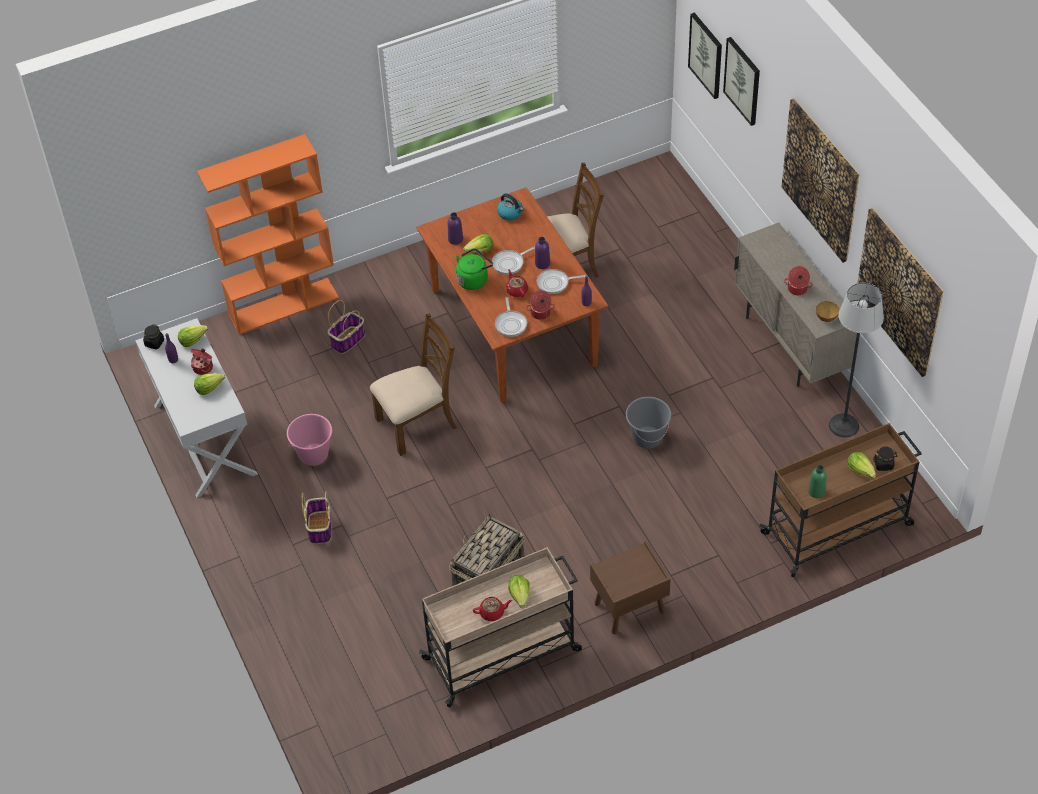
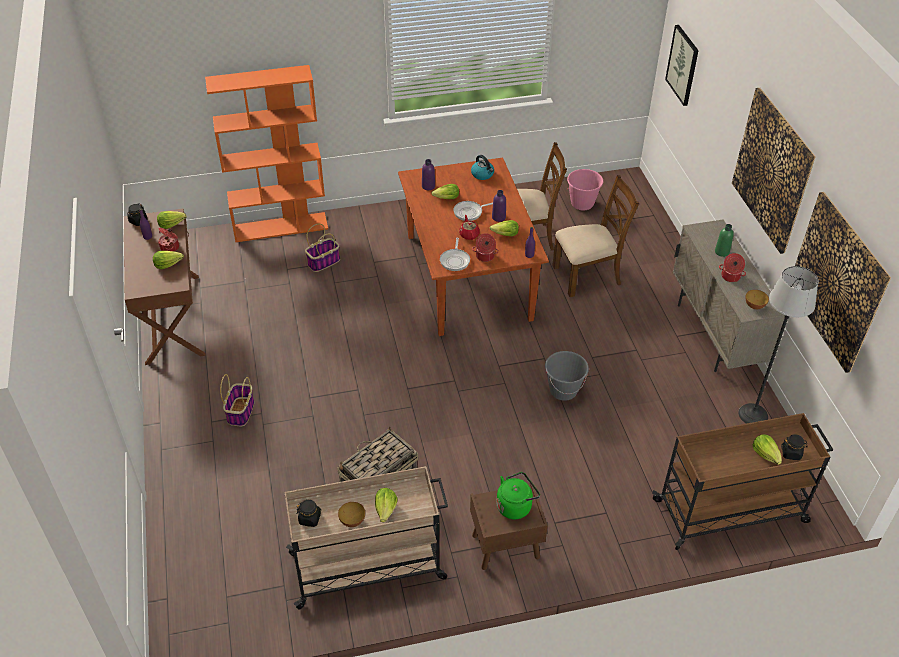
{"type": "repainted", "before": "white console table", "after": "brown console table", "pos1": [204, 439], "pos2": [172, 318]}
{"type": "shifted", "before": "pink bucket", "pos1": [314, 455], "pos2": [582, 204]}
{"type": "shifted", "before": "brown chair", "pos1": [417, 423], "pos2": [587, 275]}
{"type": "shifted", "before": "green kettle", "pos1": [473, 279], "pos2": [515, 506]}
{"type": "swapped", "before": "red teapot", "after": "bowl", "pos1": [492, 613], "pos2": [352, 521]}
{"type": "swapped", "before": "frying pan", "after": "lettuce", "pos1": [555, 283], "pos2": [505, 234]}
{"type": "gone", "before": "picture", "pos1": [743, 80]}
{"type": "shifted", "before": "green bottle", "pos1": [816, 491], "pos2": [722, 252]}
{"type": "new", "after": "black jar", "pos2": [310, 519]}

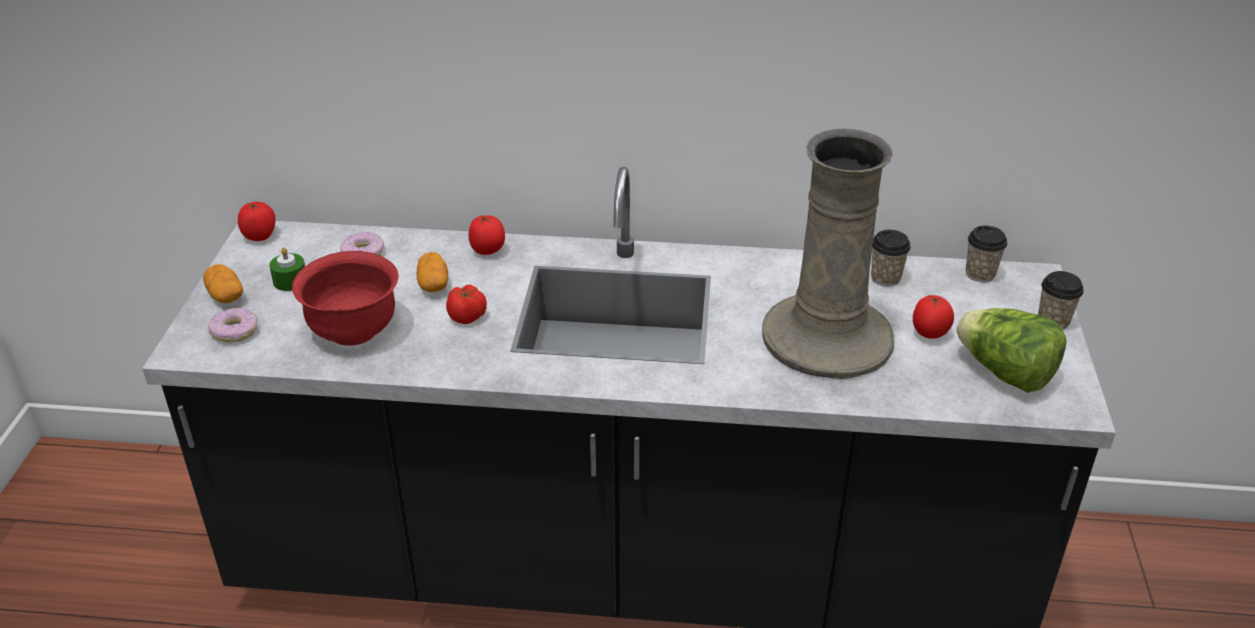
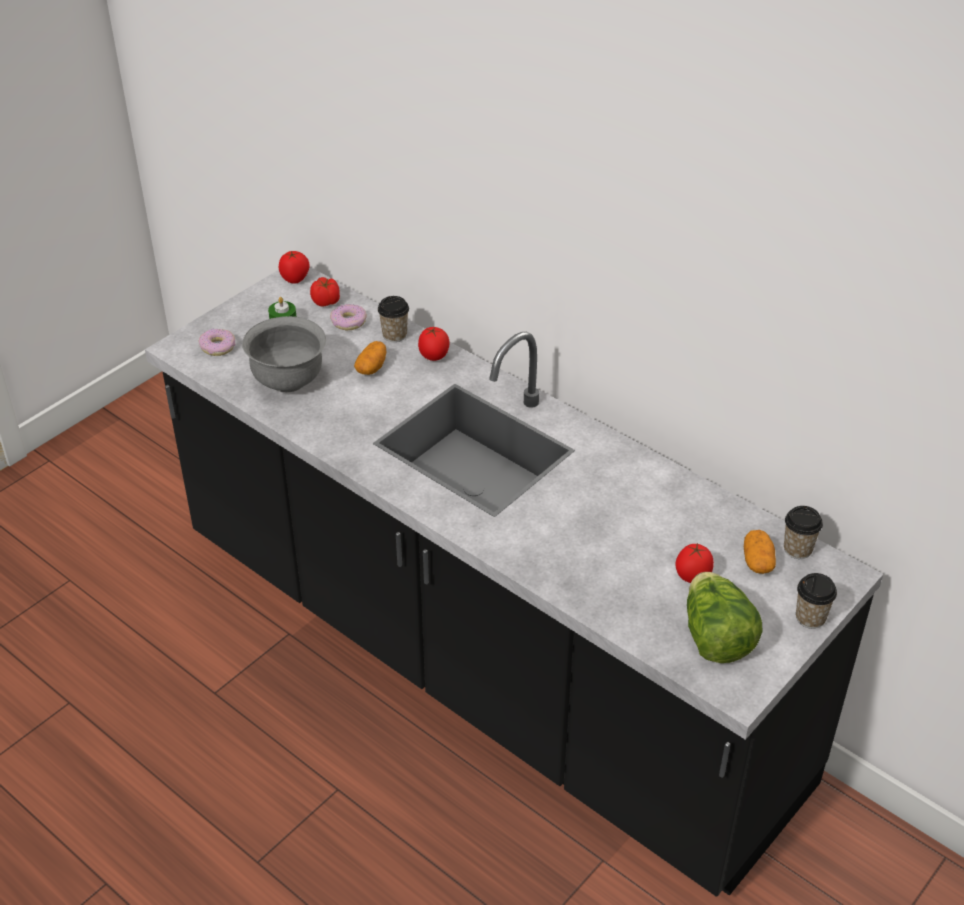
{"type": "shifted", "before": "potato", "pos1": [225, 295], "pos2": [757, 561]}
{"type": "repainted", "before": "red bowl", "after": "grey bowl", "pos1": [354, 331], "pos2": [288, 380]}
{"type": "shifted", "before": "tomato", "pos1": [468, 317], "pos2": [326, 302]}
{"type": "gone", "before": "beige vase", "pos1": [828, 337]}
{"type": "shifted", "before": "cup", "pos1": [885, 278], "pos2": [394, 335]}

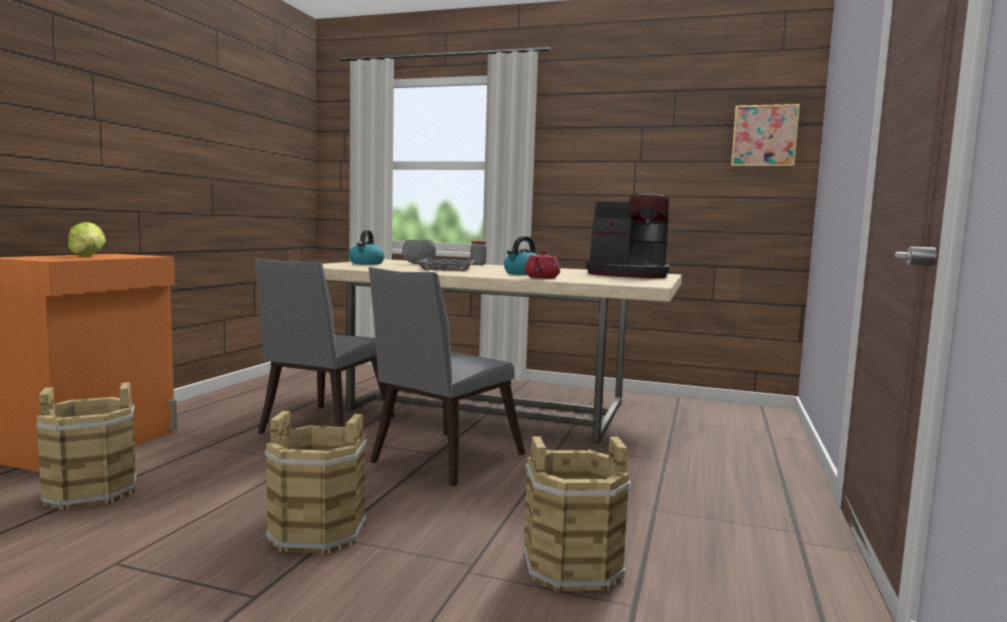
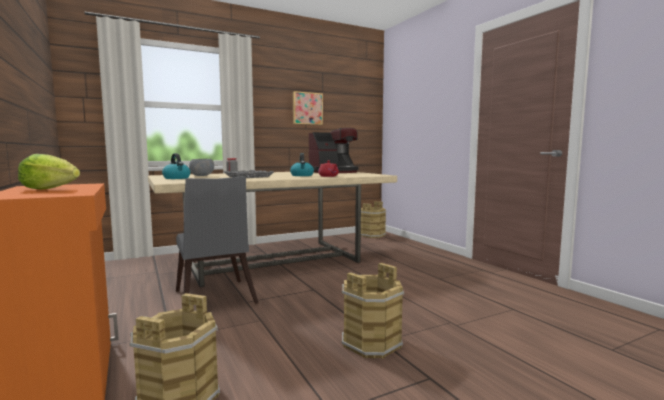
{"type": "gone", "before": "grey chair", "pos1": [440, 460]}
{"type": "shifted", "before": "brown bucket", "pos1": [572, 567], "pos2": [372, 235]}
{"type": "shifted", "before": "picture", "pos1": [764, 136], "pos2": [307, 108]}

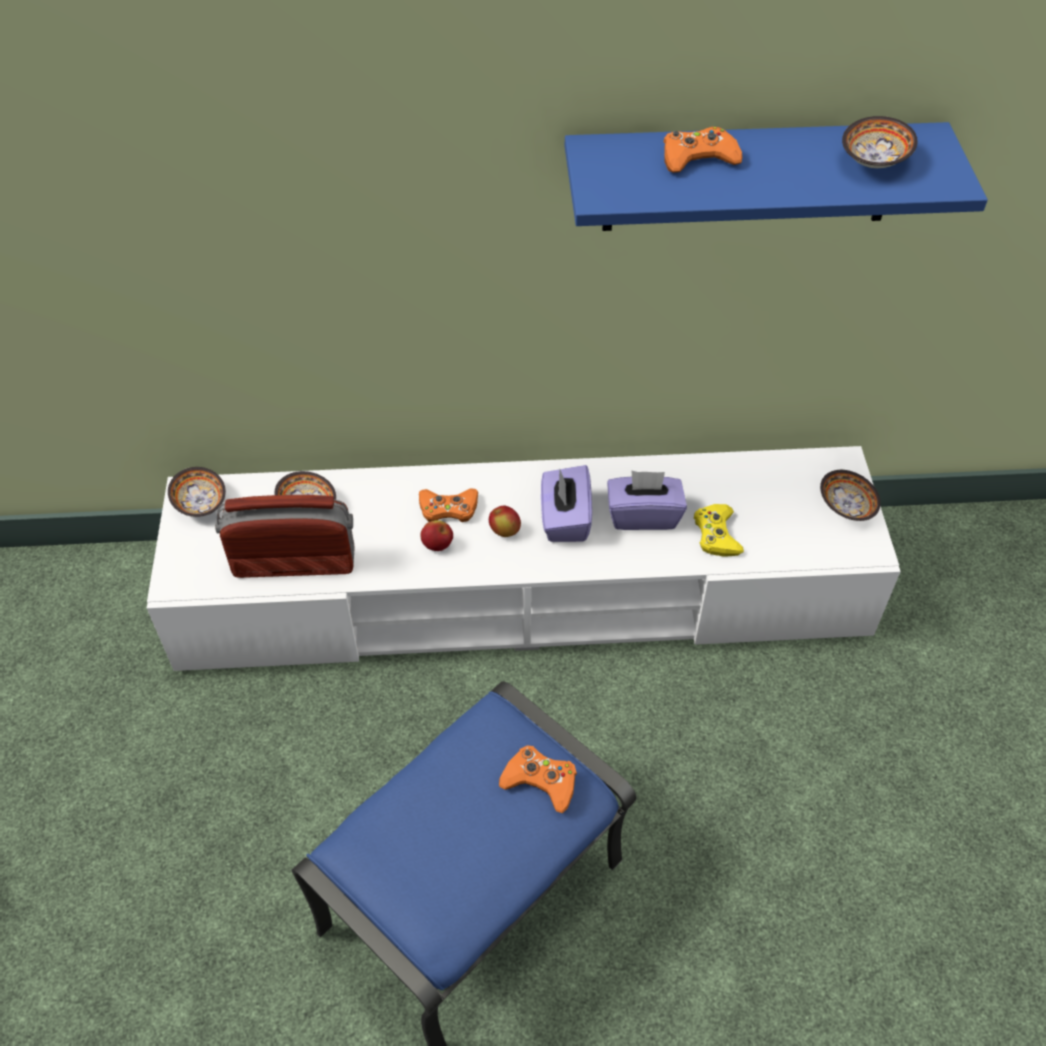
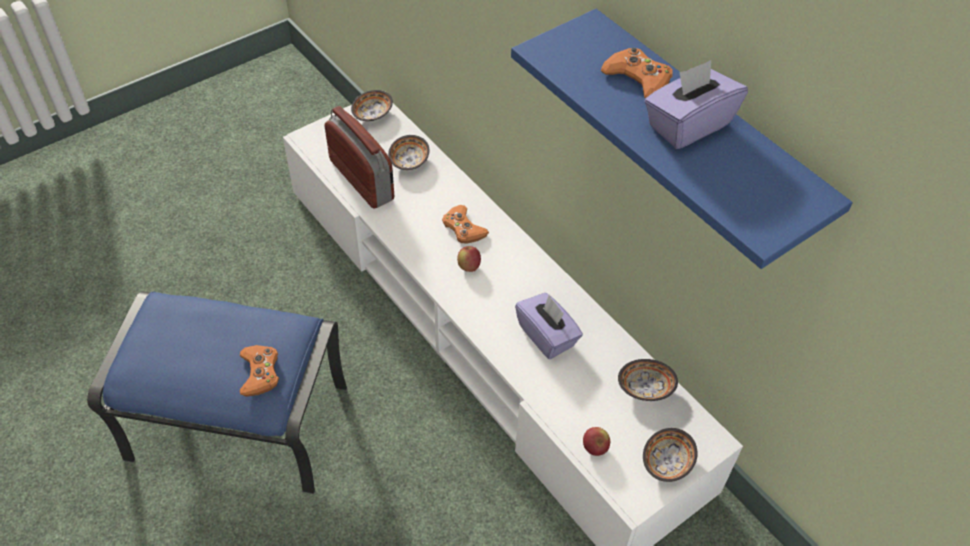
{"type": "shifted", "before": "apple", "pos1": [437, 545], "pos2": [594, 448]}
{"type": "shifted", "before": "purple tissue box", "pos1": [565, 519], "pos2": [688, 125]}
{"type": "gone", "before": "yellow game controller", "pos1": [716, 534]}
{"type": "shifted", "before": "bowl", "pos1": [872, 161], "pos2": [644, 387]}

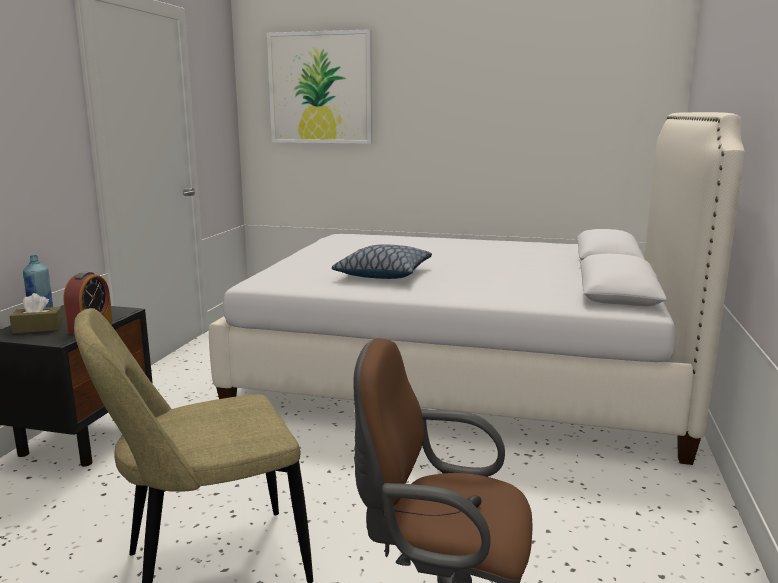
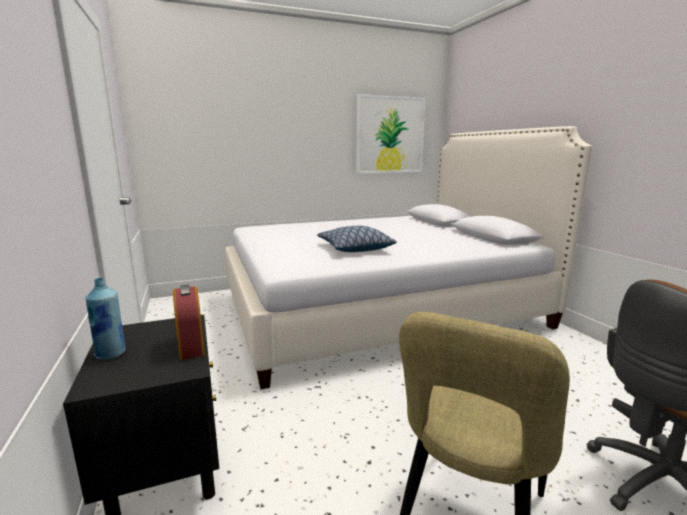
{"type": "gone", "before": "brown tissue box", "pos1": [38, 328]}
{"type": "shifted", "before": "picture", "pos1": [320, 88], "pos2": [390, 135]}

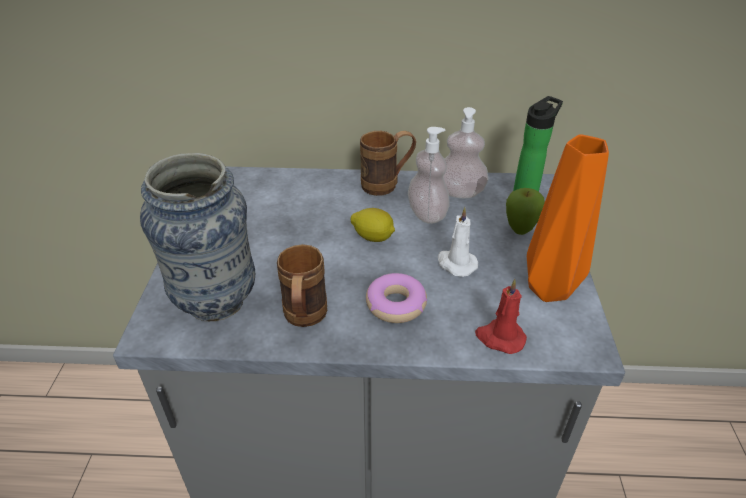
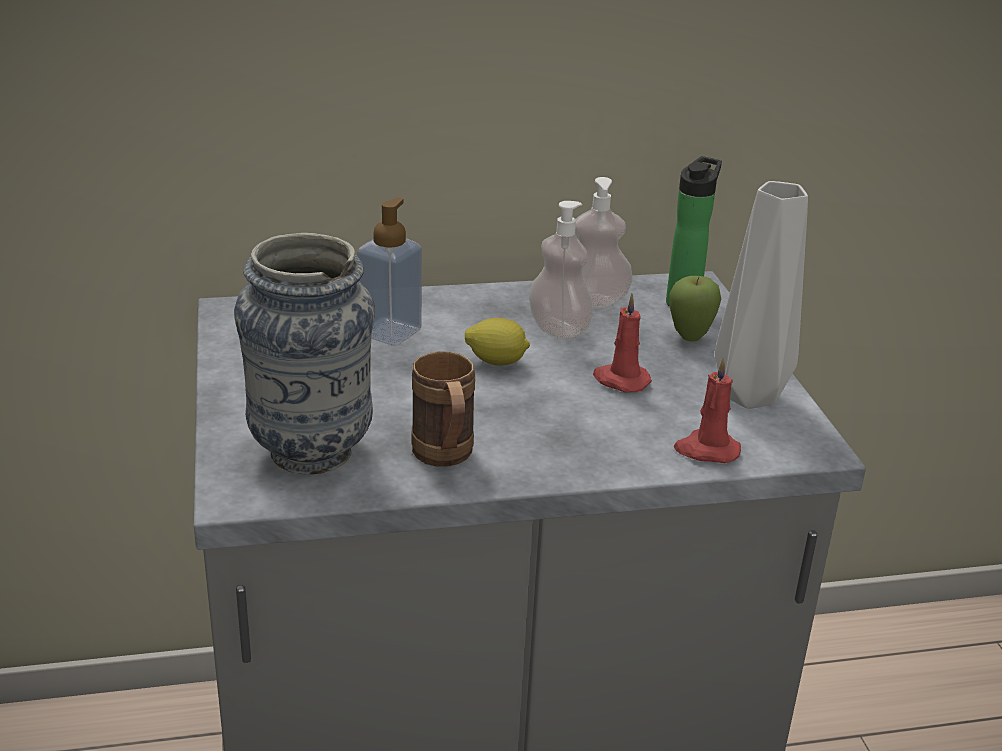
{"type": "gone", "before": "brown mug", "pos1": [387, 185]}
{"type": "gone", "before": "donut", "pos1": [396, 304]}
{"type": "repainted", "before": "white candle", "after": "red candle", "pos1": [456, 263], "pos2": [620, 380]}
{"type": "repainted", "before": "orange vase", "after": "grey vase", "pos1": [550, 291], "pos2": [751, 397]}
{"type": "new", "after": "soap dispenser", "pos2": [390, 332]}

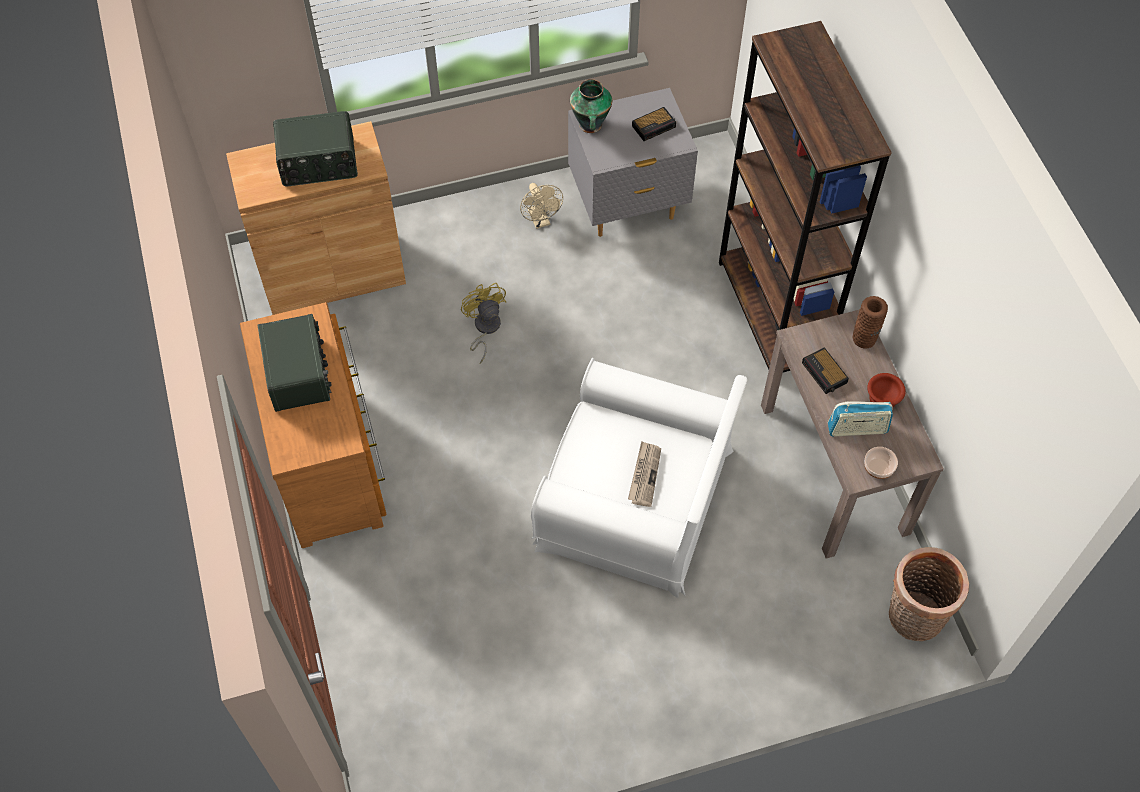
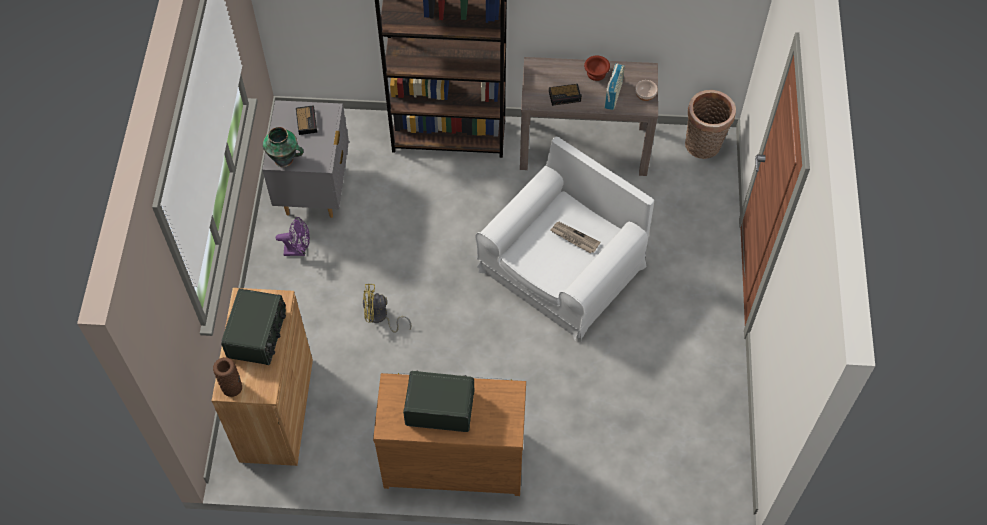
{"type": "repainted", "before": "beige fan", "after": "purple fan", "pos1": [541, 221], "pos2": [298, 250]}
{"type": "shifted", "before": "brown vase", "pos1": [864, 338], "pos2": [232, 387]}

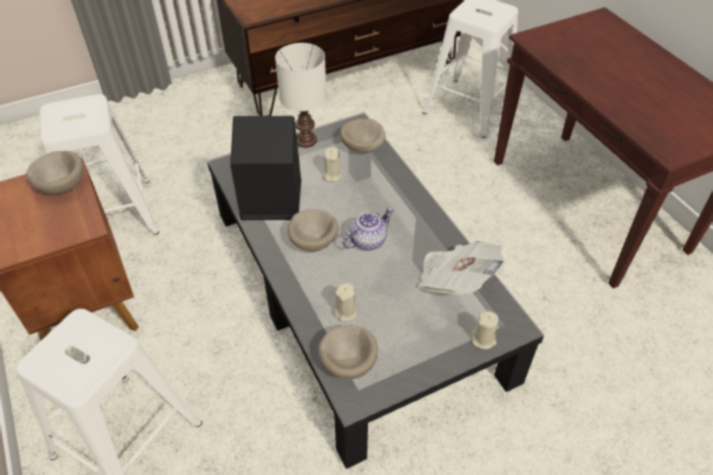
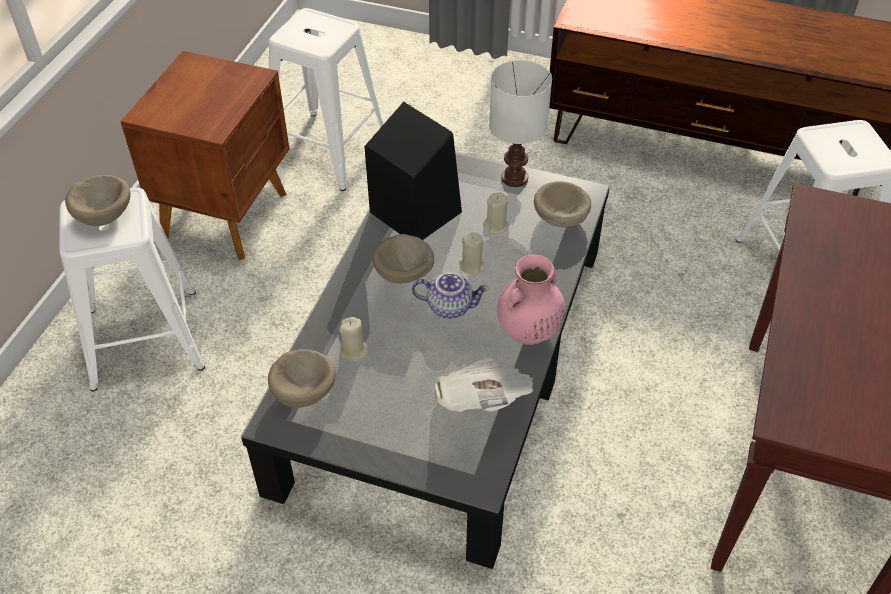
{"type": "shifted", "before": "beige bowl", "pos1": [62, 184], "pos2": [105, 214]}
{"type": "shifted", "before": "beige candle", "pos1": [483, 339], "pos2": [472, 266]}
{"type": "new", "after": "pink vase", "pos2": [528, 331]}

